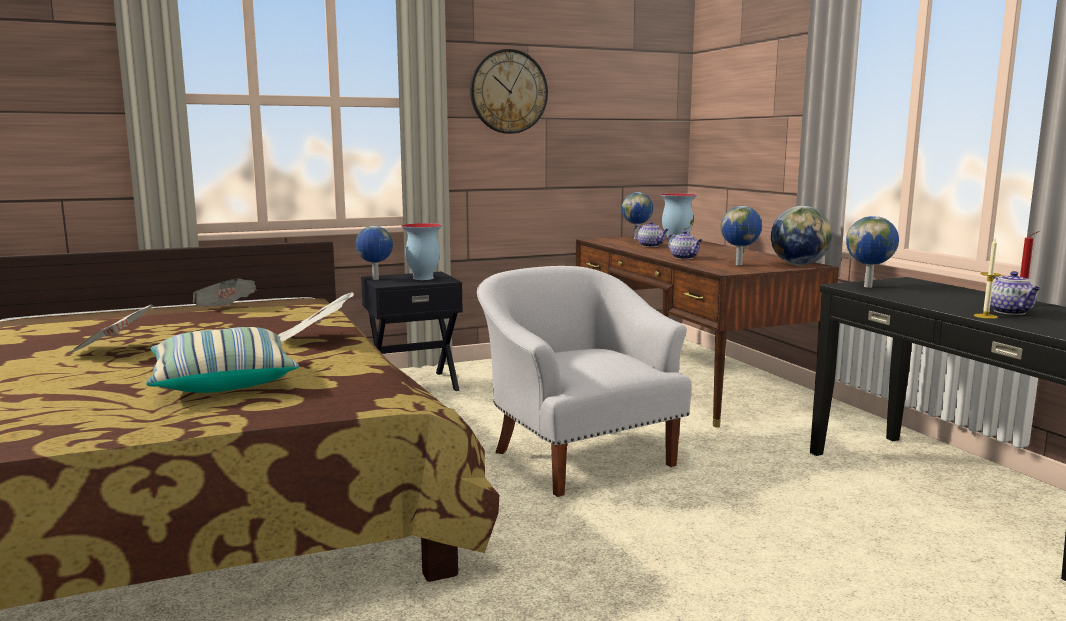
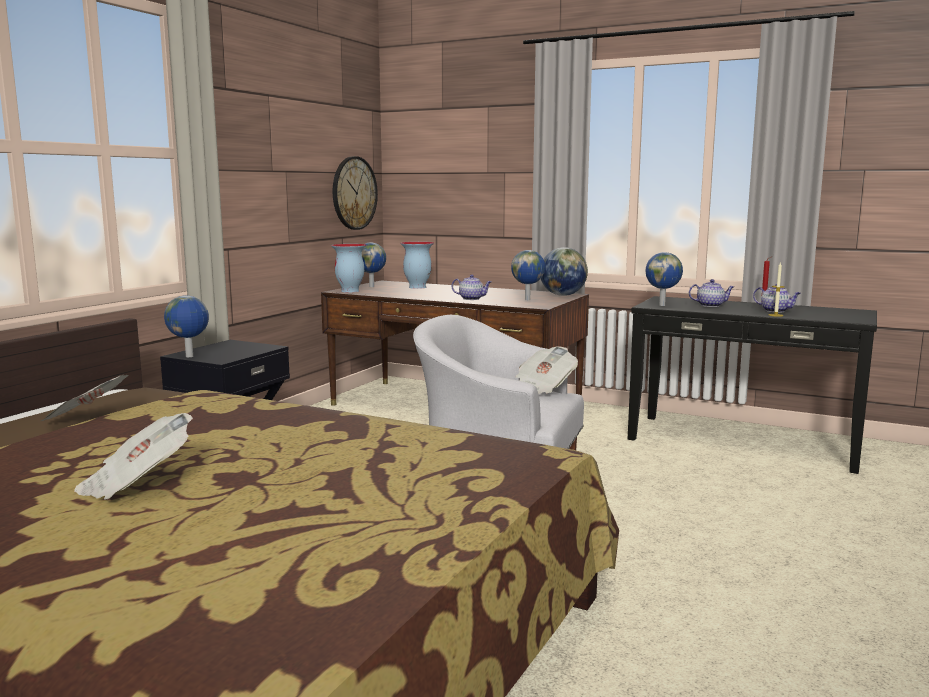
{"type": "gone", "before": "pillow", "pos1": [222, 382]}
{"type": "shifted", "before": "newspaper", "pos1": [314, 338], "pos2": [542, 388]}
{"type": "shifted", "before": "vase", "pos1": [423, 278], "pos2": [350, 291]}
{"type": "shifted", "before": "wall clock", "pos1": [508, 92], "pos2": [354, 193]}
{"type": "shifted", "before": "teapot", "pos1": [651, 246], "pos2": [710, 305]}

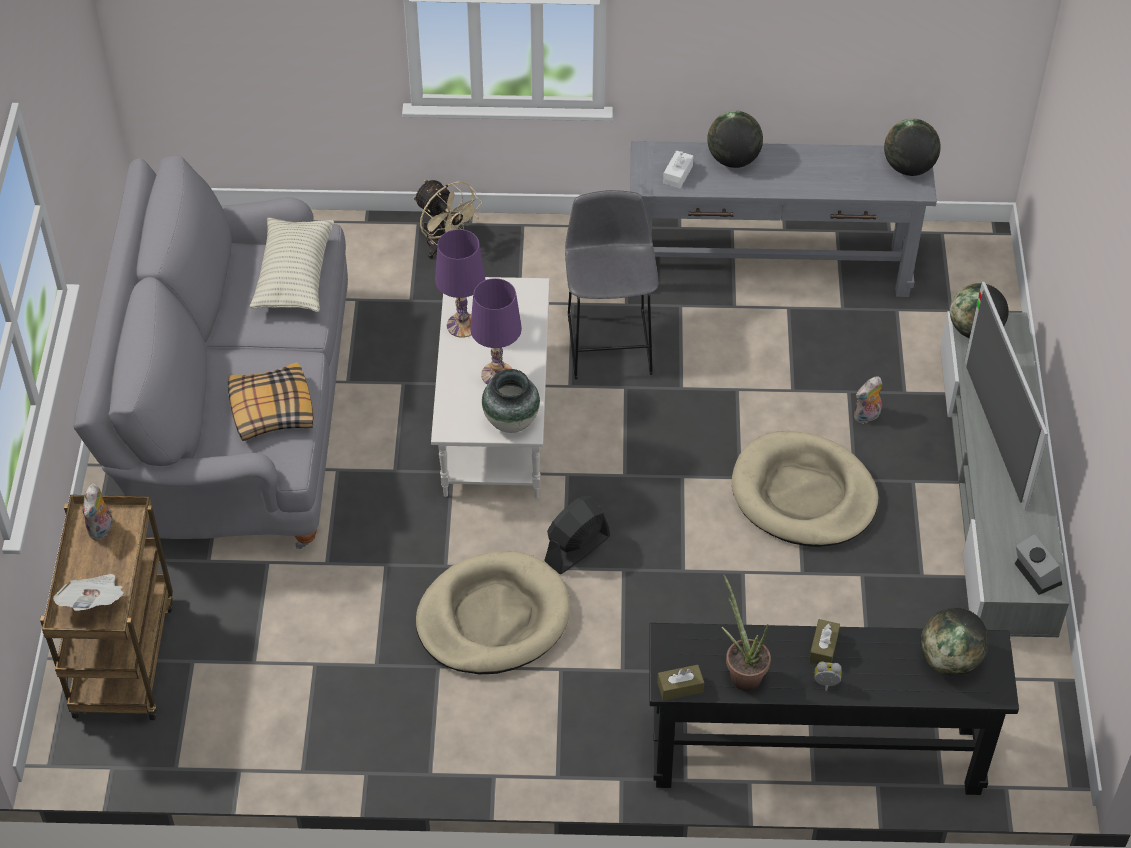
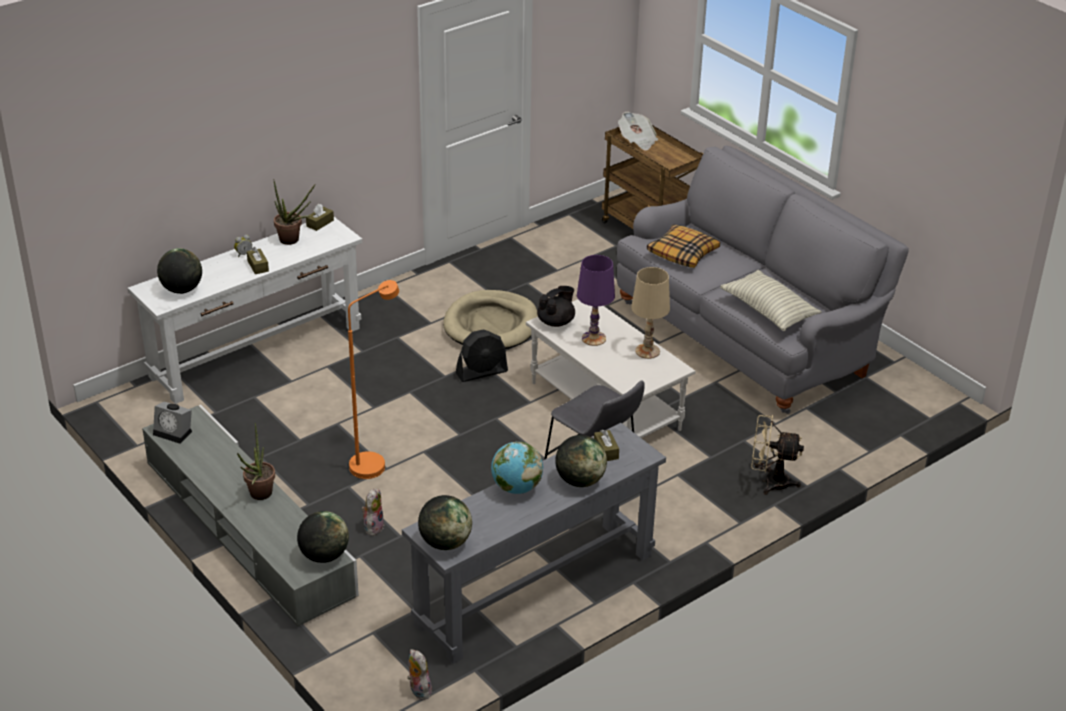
{"type": "shifted", "before": "plush toy", "pos1": [102, 529], "pos2": [418, 690]}
{"type": "repainted", "before": "purple table lamp", "after": "beige table lamp", "pos1": [462, 325], "pos2": [648, 351]}
{"type": "swapped", "before": "vase", "after": "black teapot", "pos1": [511, 421], "pos2": [556, 322]}
{"type": "rotated", "before": "black fan", "pos1": [576, 549], "pos2": [482, 372], "turn": 60}
{"type": "repainted", "before": "black console table", "after": "white console table", "pos1": [816, 754], "pos2": [256, 352]}
{"type": "repainted", "before": "white tissue box", "after": "brown tissue box", "pos1": [678, 174], "pos2": [606, 451]}
{"type": "swapped", "before": "beige dog bed", "after": "orange floor lamp", "pos1": [803, 494], "pos2": [374, 462]}
{"type": "swapped", "before": "television", "after": "potted plant", "pos1": [994, 433], "pos2": [258, 496]}
{"type": "new", "after": "globe", "pos2": [516, 488]}

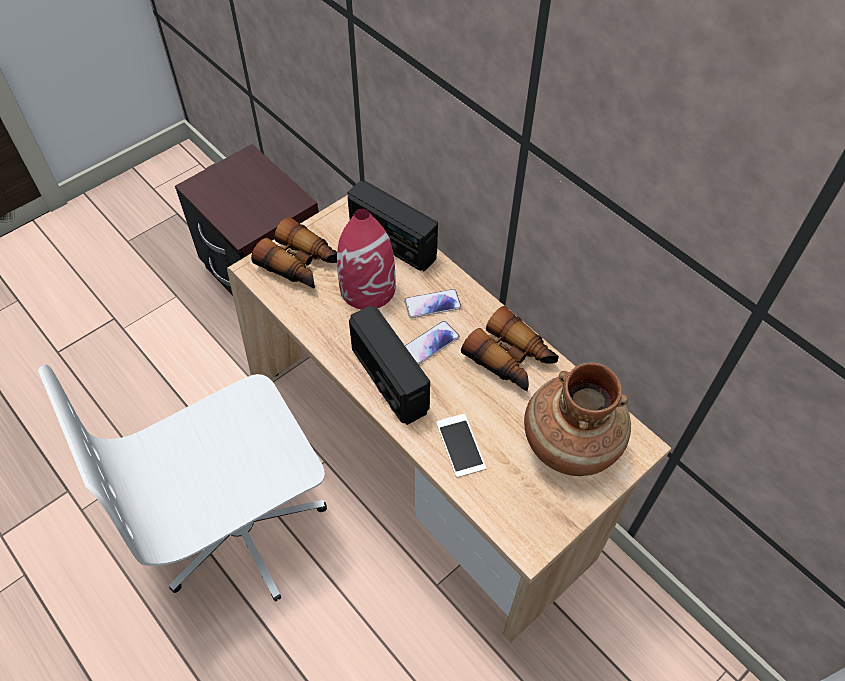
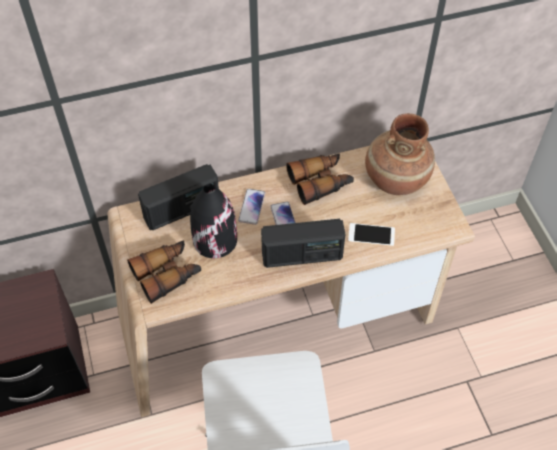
{"type": "repainted", "before": "red vase", "after": "black vase", "pos1": [368, 288], "pos2": [214, 239]}

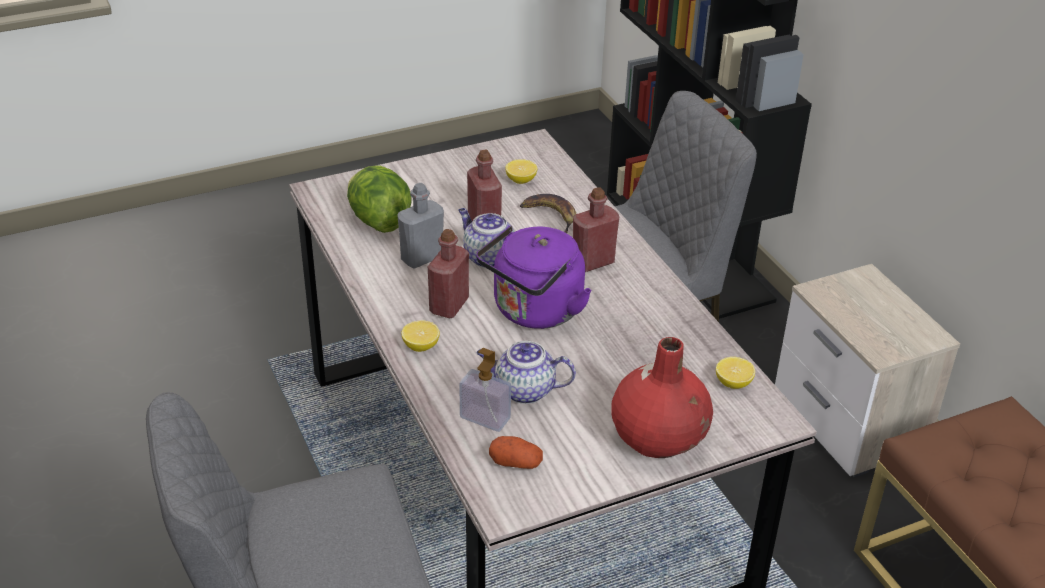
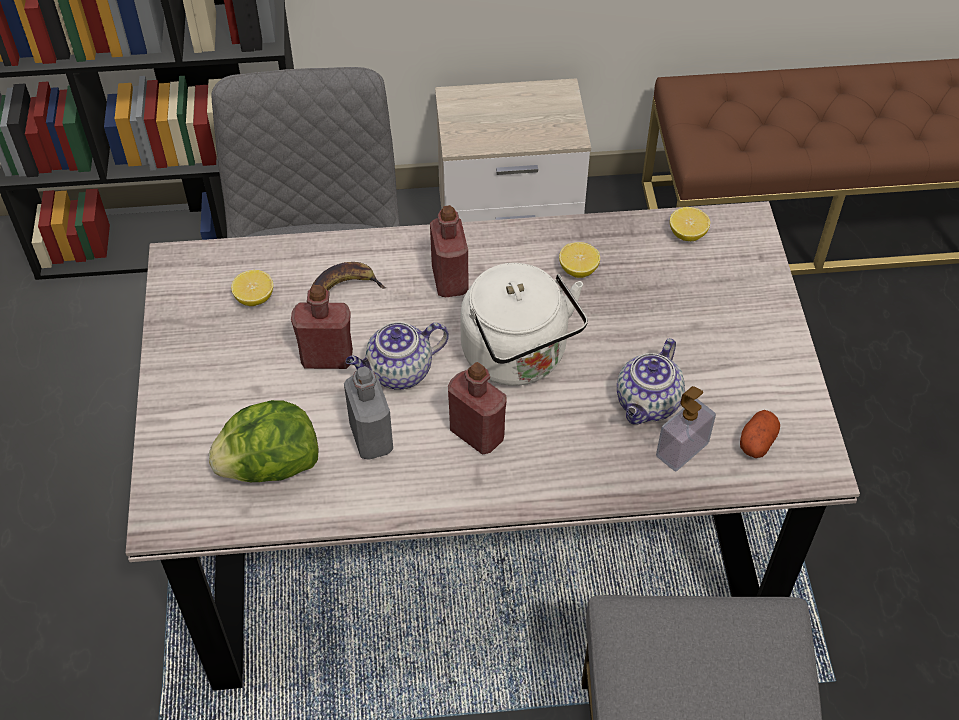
{"type": "shifted", "before": "lemon", "pos1": [421, 346], "pos2": [578, 270]}
{"type": "repainted", "before": "purple kettle", "after": "white kettle", "pos1": [534, 312], "pos2": [518, 357]}
{"type": "gone", "before": "red vase", "pos1": [659, 438]}

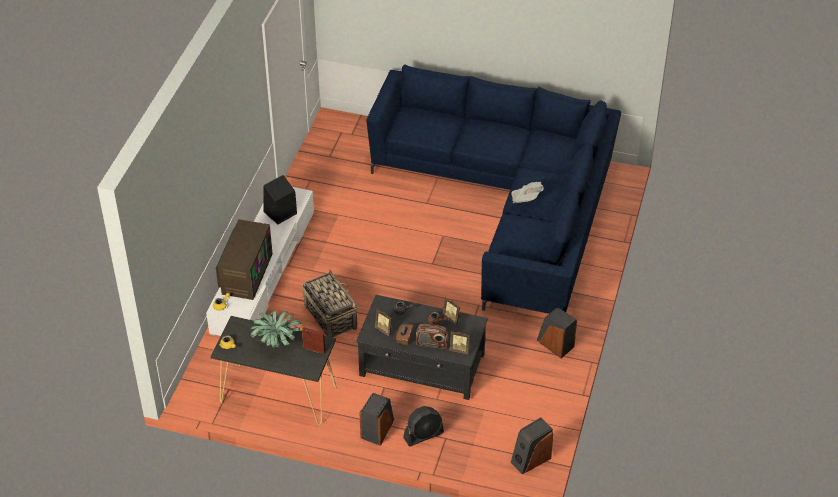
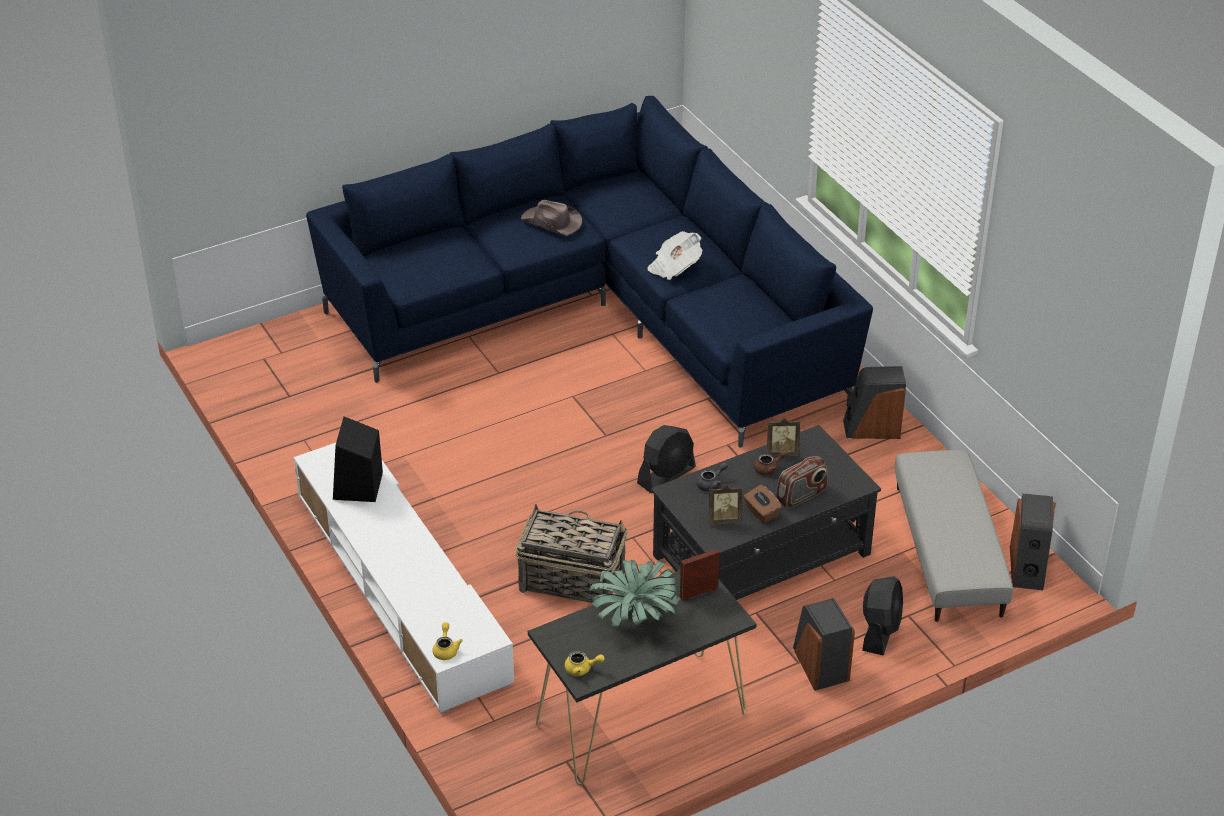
{"type": "gone", "before": "television", "pos1": [245, 273]}
{"type": "gone", "before": "picture frame", "pos1": [460, 349]}
{"type": "new", "after": "brown hat", "pos2": [552, 222]}
{"type": "new", "after": "black fan", "pos2": [666, 475]}
{"type": "new", "after": "grey ottoman", "pos2": [948, 550]}

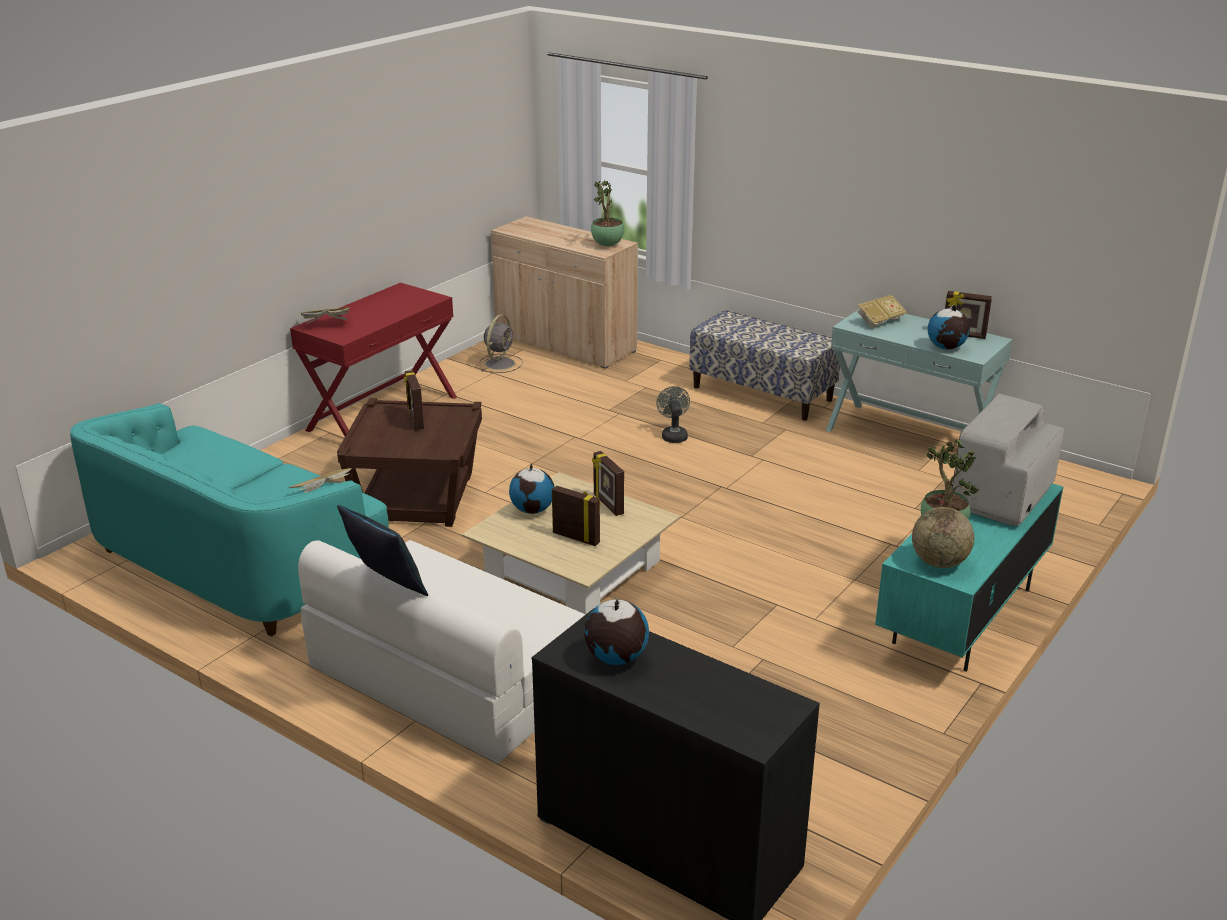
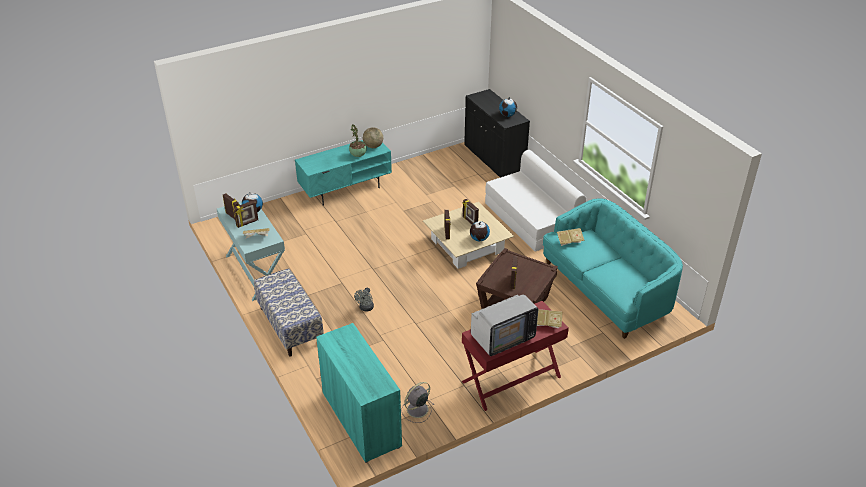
{"type": "gone", "before": "blue pillow", "pos1": [385, 586]}
{"type": "repainted", "before": "beige cabinet", "after": "turquoise cabinet", "pos1": [565, 344], "pos2": [361, 419]}
{"type": "gone", "before": "potted plant", "pos1": [607, 245]}
{"type": "shifted", "before": "television", "pos1": [1001, 497], "pos2": [503, 338]}
{"type": "new", "after": "picture frame", "pos2": [247, 223]}

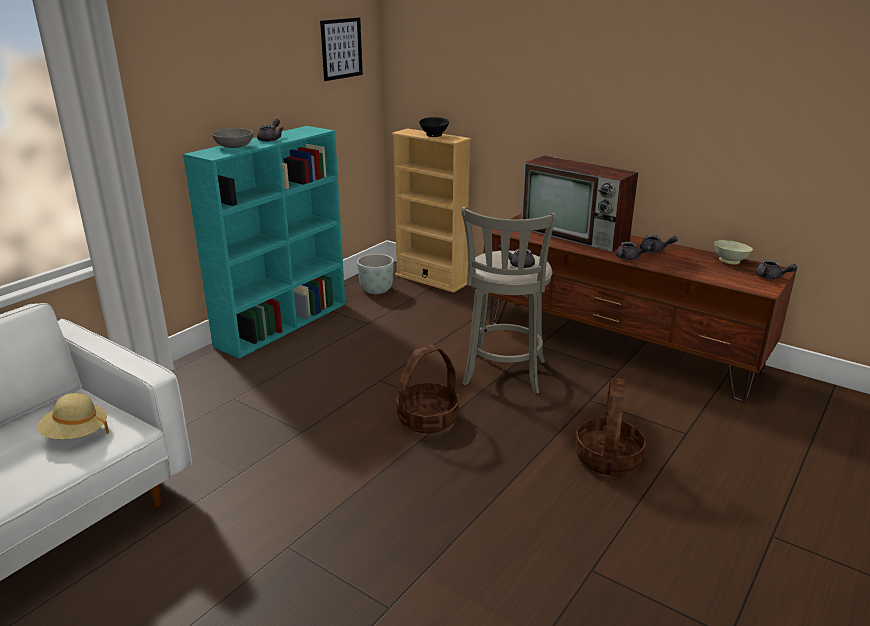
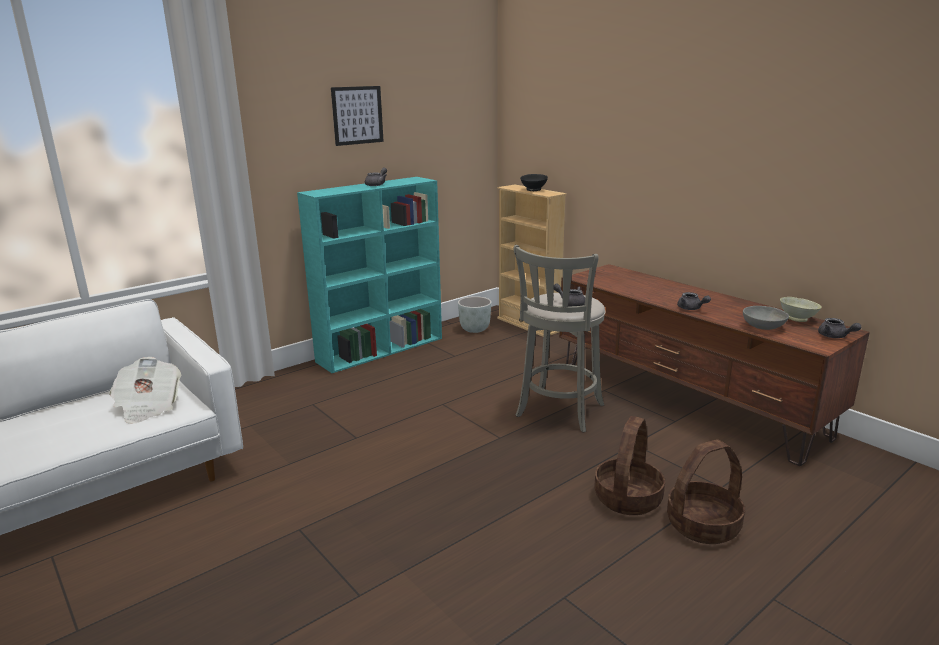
{"type": "swapped", "before": "beige hat", "after": "newspaper", "pos1": [76, 434], "pos2": [148, 406]}
{"type": "shifted", "before": "grey bowl", "pos1": [234, 147], "pos2": [763, 327]}
{"type": "shifted", "before": "picture", "pos1": [341, 48], "pos2": [357, 115]}
{"type": "shifted", "before": "basket", "pos1": [427, 419], "pos2": [703, 525]}
{"type": "gone", "before": "television", "pos1": [576, 235]}
{"type": "gone", "before": "grey teapot", "pos1": [655, 251]}

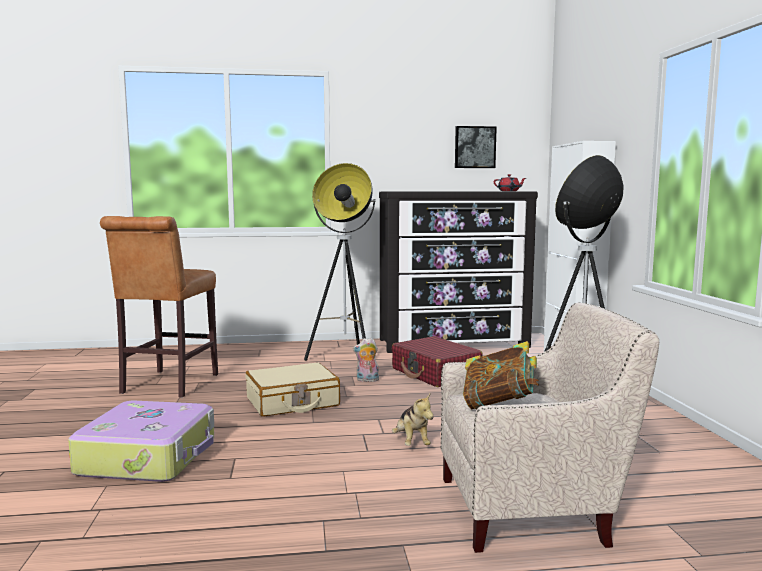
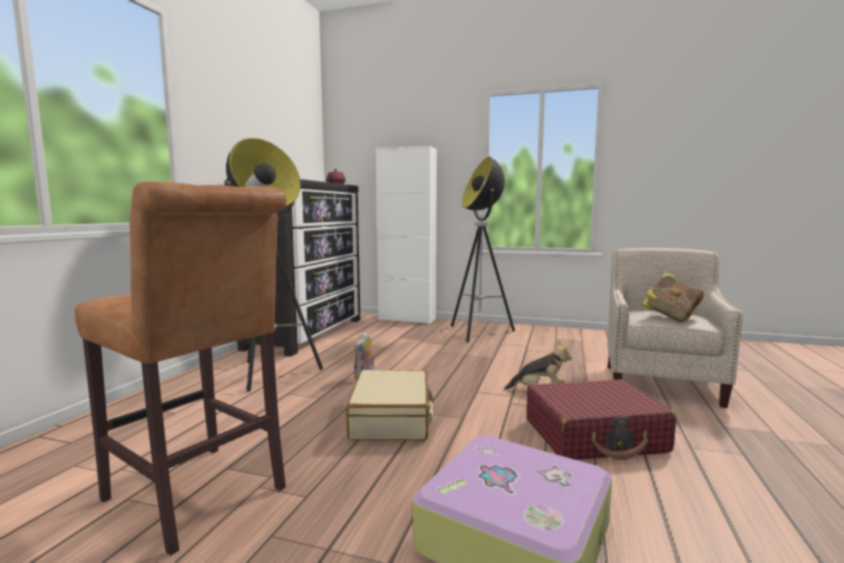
{"type": "shifted", "before": "red suitcase", "pos1": [435, 373], "pos2": [595, 436]}
{"type": "gone", "before": "picture", "pos1": [474, 147]}

